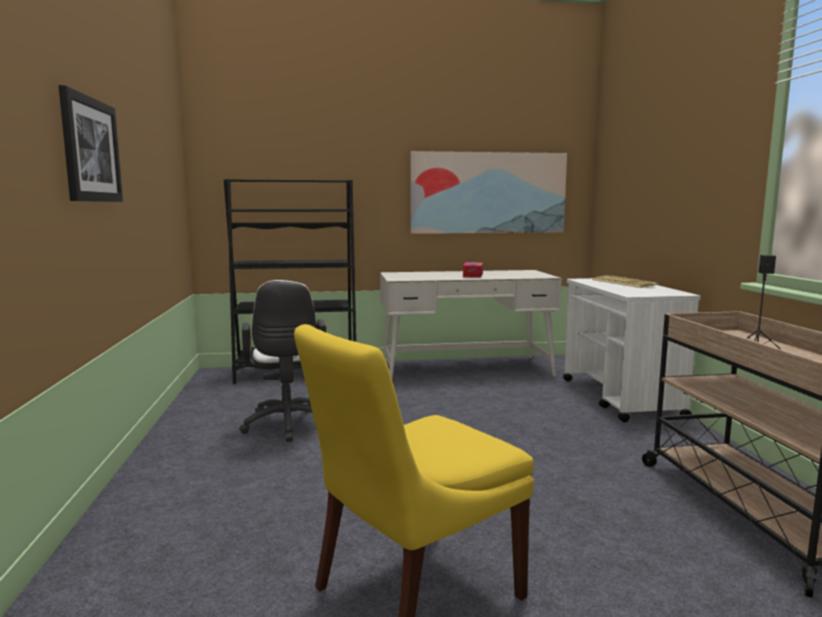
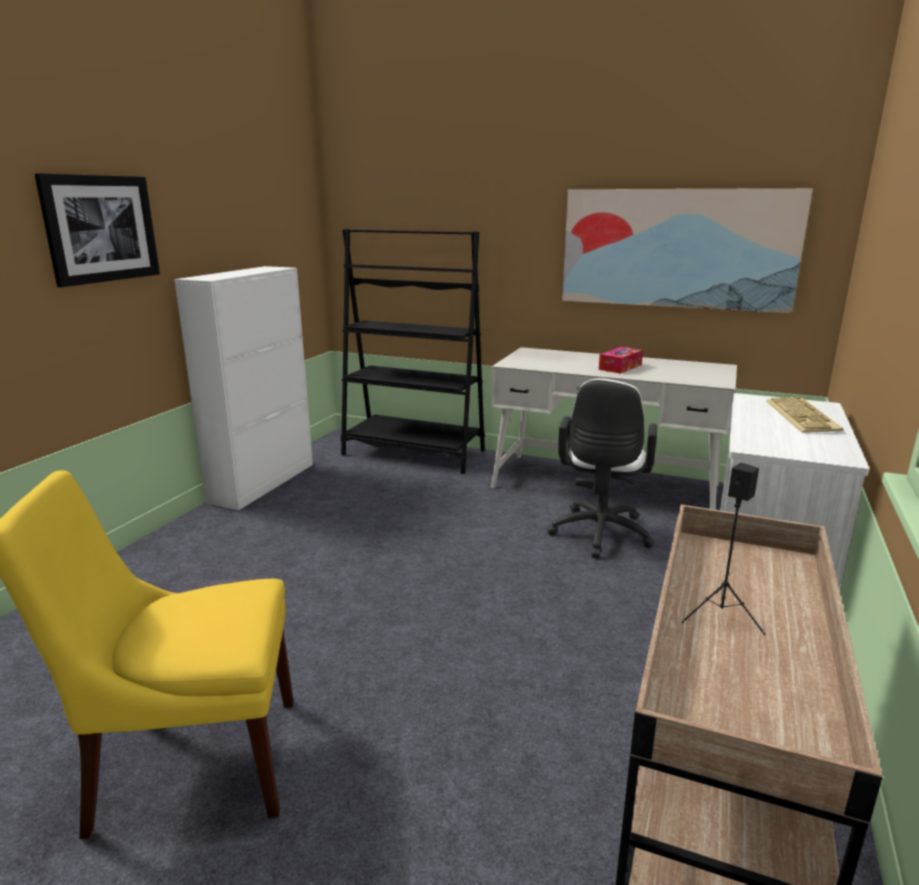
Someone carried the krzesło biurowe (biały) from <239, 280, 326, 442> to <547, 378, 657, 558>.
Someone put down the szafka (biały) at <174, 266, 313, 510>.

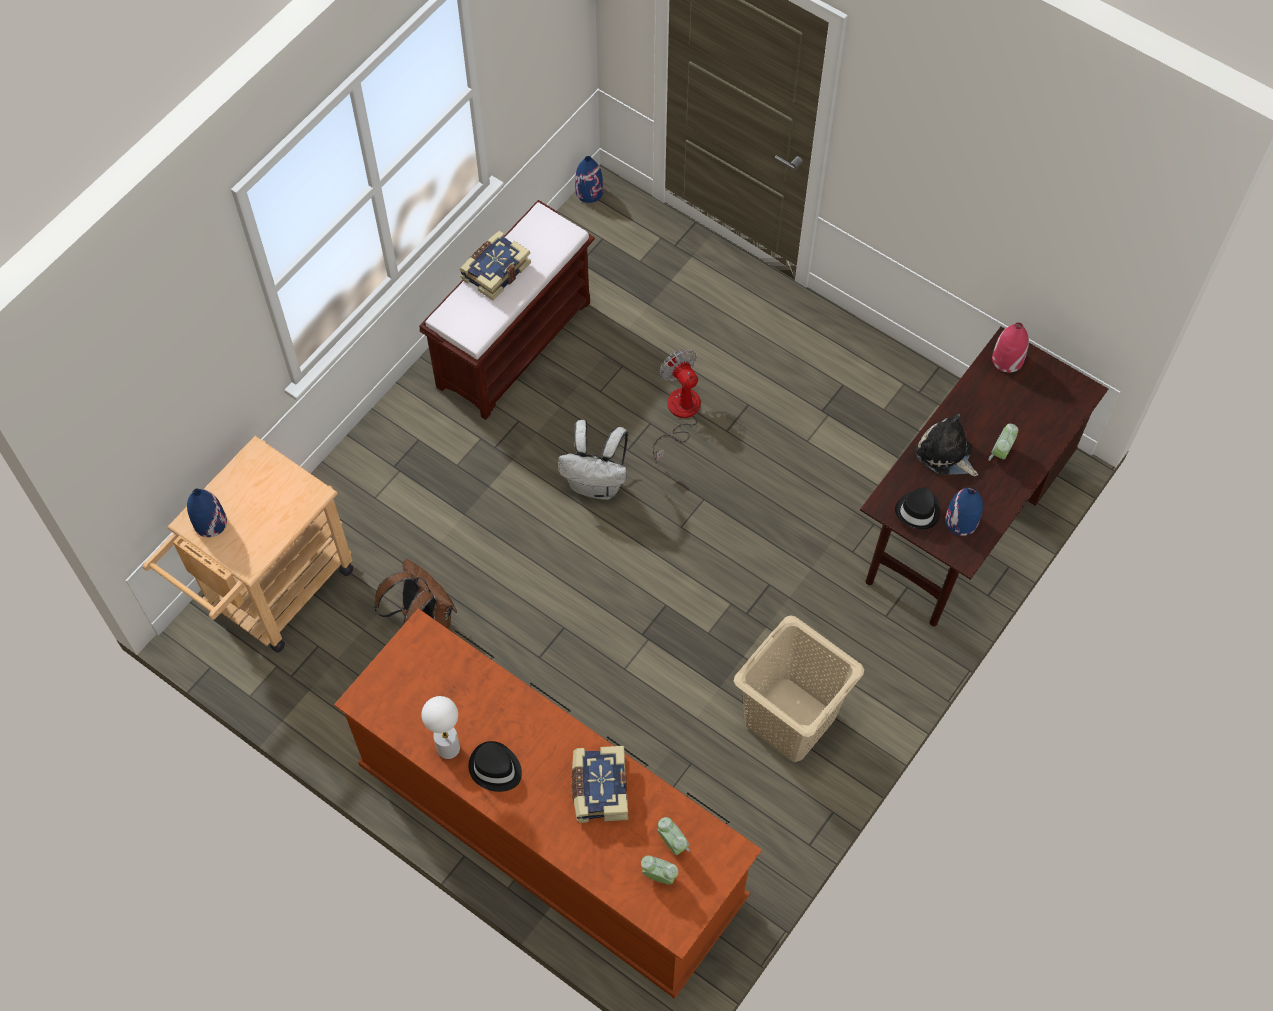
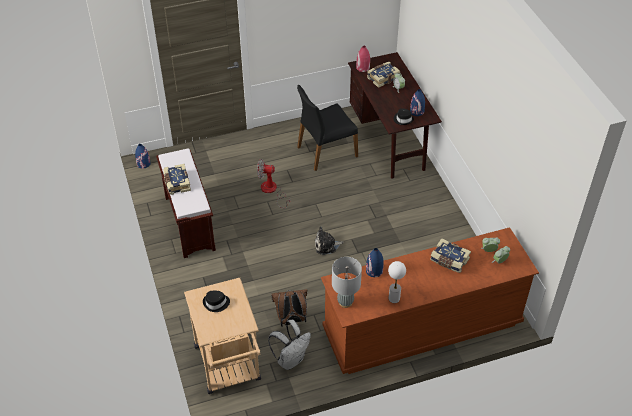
Someone carried the wazon (niebieski) from <187, 489, 227, 537> to <366, 248, 384, 277>.
Someone carried the kapelusz (czarny) from <468, 741, 522, 792> to <203, 291, 230, 312>.
Someone carried the plecak (biały) from <559, 420, 629, 500> to <268, 320, 311, 370>.
Someone took away the kosz na pranie (beżowy) at <734, 615, 864, 762>.
Someone carried the pluszak from <915, 413, 978, 476> to <315, 227, 344, 255>.
Someone put down the krzesło (czarny) at <297, 85, 358, 171>.
Someone put down the lampa stołowa (szary) at <332, 257, 362, 308>.
Someone put down the książka at <367, 62, 400, 88>.

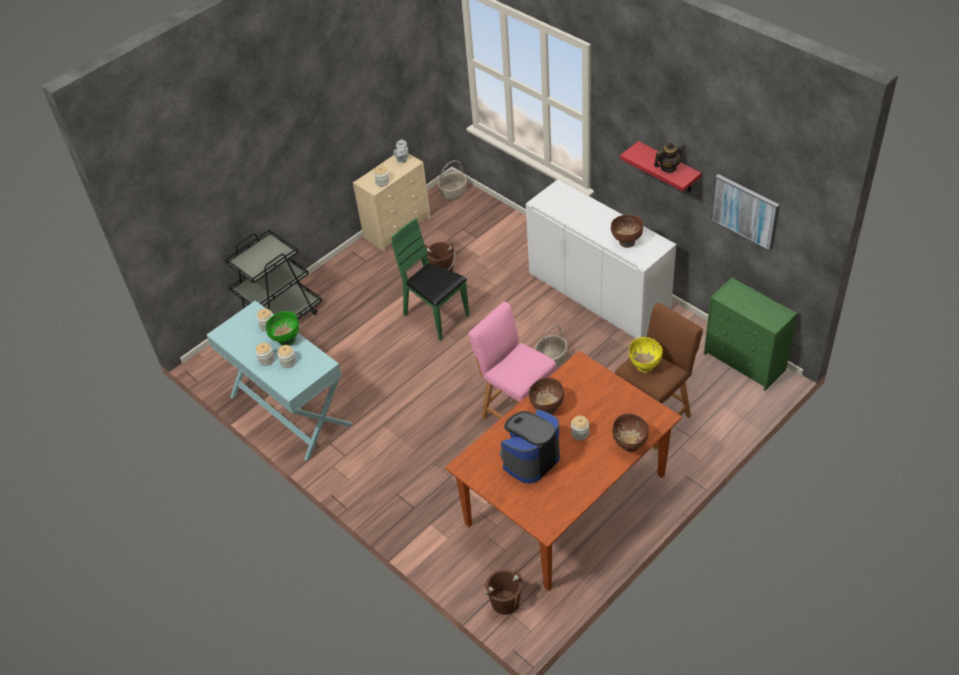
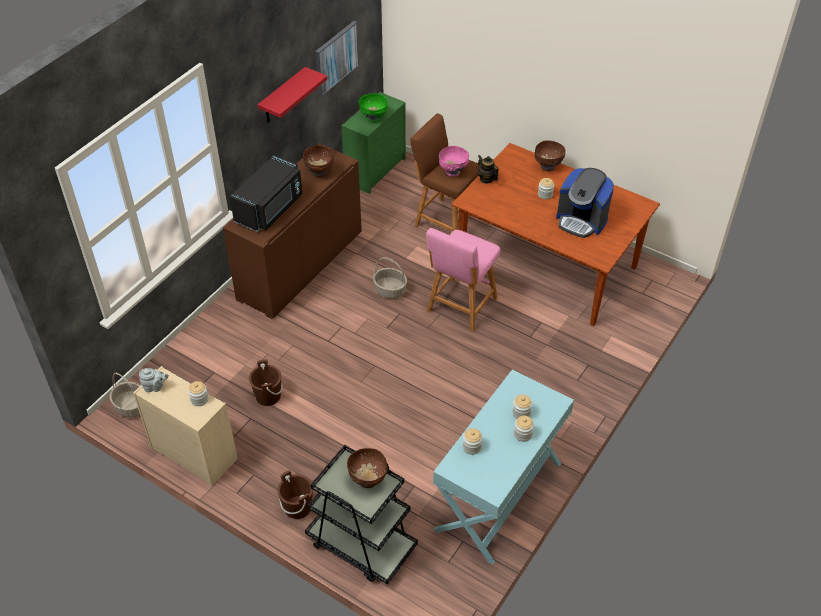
Someone carried the miska (zielony) from <265, 311, 299, 345> to <359, 93, 388, 123>.
Someone took away the krzesło (zielony) at <391, 218, 470, 341>.
Someone carried the wiadro (brązowy) from <484, 569, 522, 615> to <277, 470, 313, 519>.
Someone repainted the szafka (biały) at <526, 179, 676, 339>, which became the szafka (brązowy) at <223, 143, 362, 319>.
Someone carried the miska (brązowy) from <529, 378, 564, 414> to <347, 448, 387, 488>.
Someone repainted the miska (żółty) at <629, 337, 663, 373>, which became the miska (różowy) at <439, 146, 469, 177>.
Someone carried the imbryk from <654, 142, 685, 173> to <478, 155, 499, 184>.
Someone put down the mikrofalówka (czarny) at <230, 155, 302, 232>.

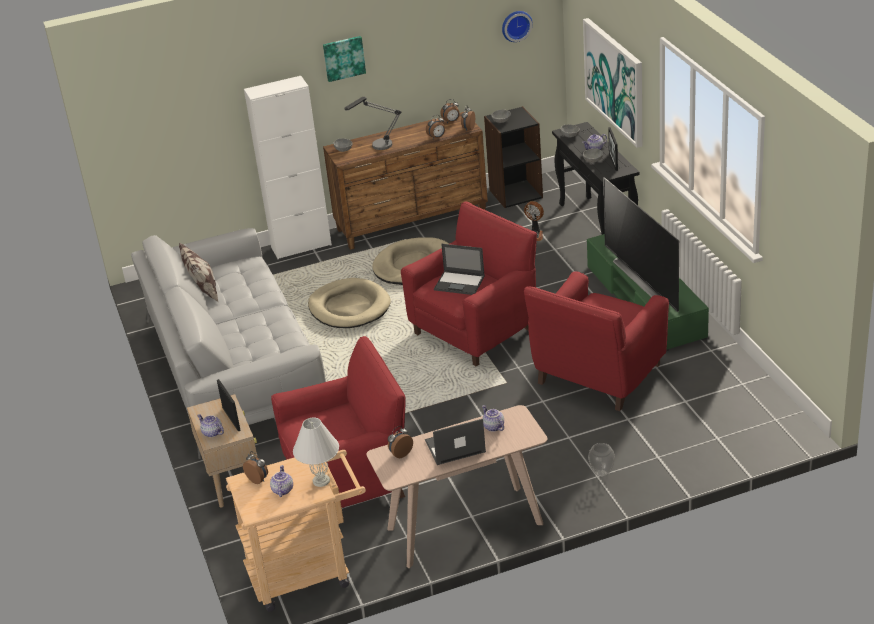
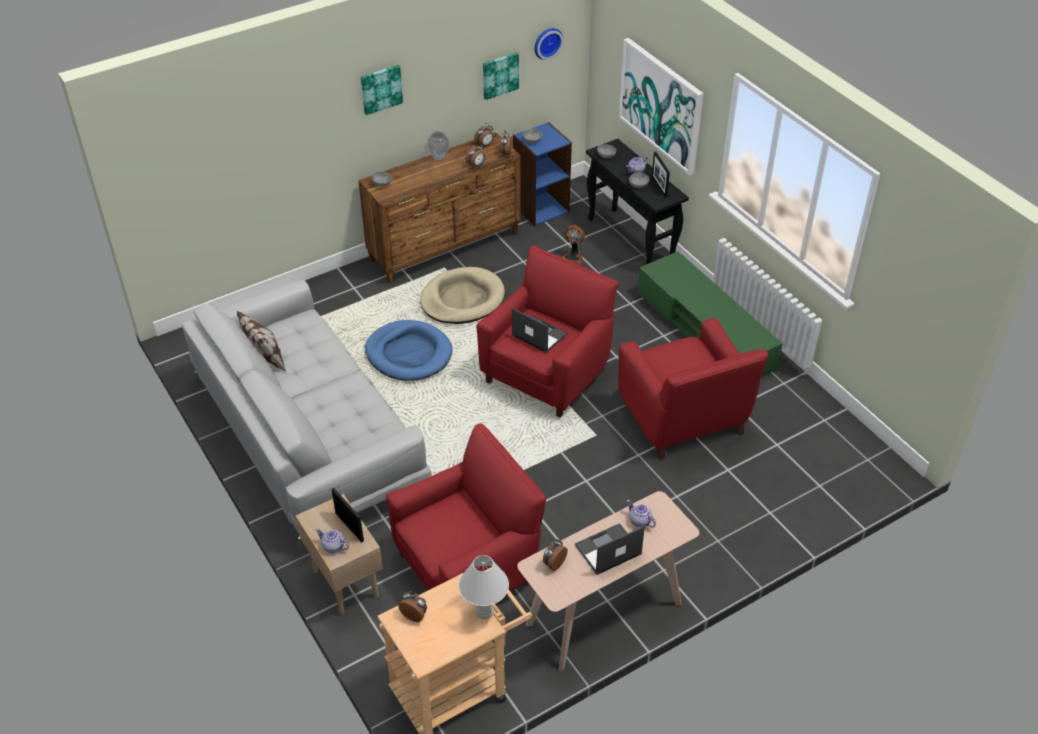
Someone took away the szafka (biały) at <244, 76, 332, 259>.
Someone took away the imbryk at <270, 465, 293, 497>.
Someone repainted the legowisko (beżowy) at <308, 278, 391, 328>, which became the legowisko (niebieski) at <365, 320, 453, 381>.
Someone took away the lampa stołowa at <344, 97, 401, 150>.
Someone rotated the laptop at <434, 244, 485, 295> by 150 degrees counterclockwise.
Someone repainted the regał (czarny) at <484, 106, 543, 208>, which became the regał (niebieski) at <512, 122, 572, 226>.
Someone rotated the fotel (czerwony) at <524, 271, 669, 411> by 45 degrees counterclockwise.
Someone carried the wazon from <588, 443, 615, 477> to <427, 131, 449, 161>.
Someone took away the telewizor at <603, 177, 679, 312>.
Someone put up the obraz at <483, 53, 519, 100>.

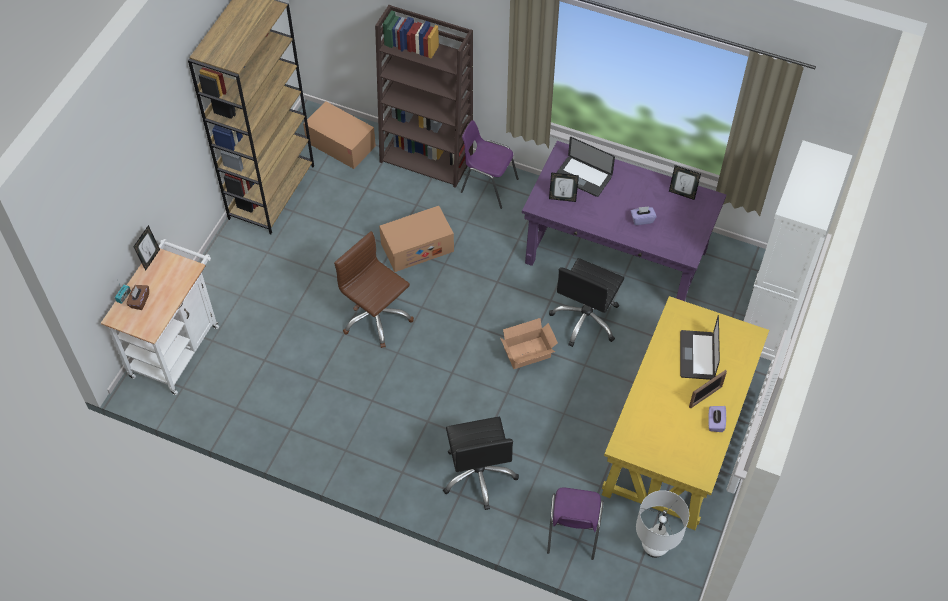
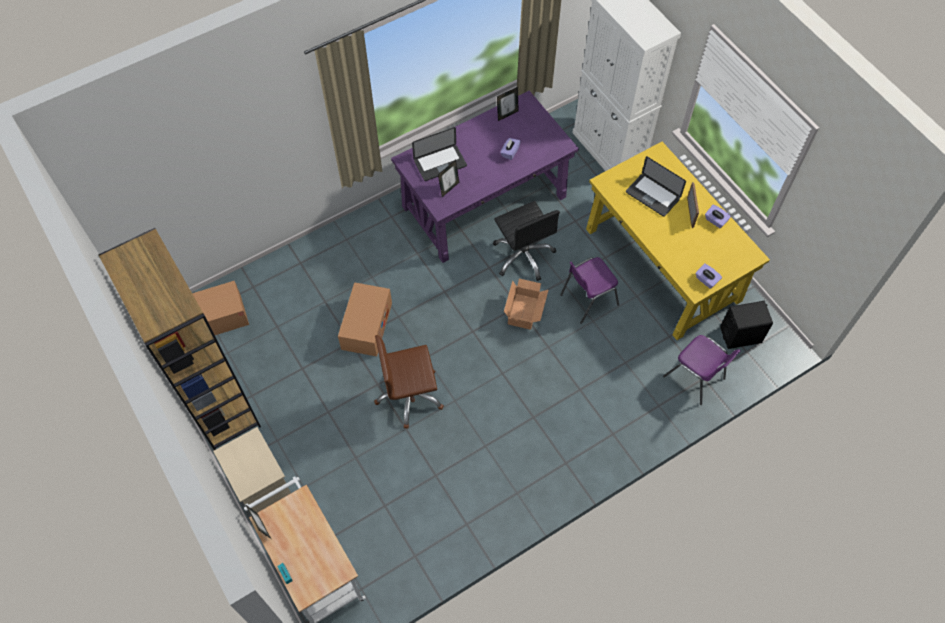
Someone took away the pudełko chusteczek (brązowy) at <126, 285, 149, 310>.
Someone took away the regał (brązowy) at <375, 5, 473, 188>.
Someone took away the krzesło biurowe (czarny) at <443, 417, 519, 510>.
Someone carried the krzesło (fioletowy) from <461, 120, 519, 209> to <560, 257, 619, 324>.
Someone swapped the lampa stołowa (biały) at <636, 490, 689, 558> for the głośnik (czarny) at <720, 301, 773, 349>.
Someone put down the szafka nocna (beżowy) at <213, 427, 291, 513>.
Someone put down the pudełko chusteczek (fioletowy) at <695, 263, 722, 289>.

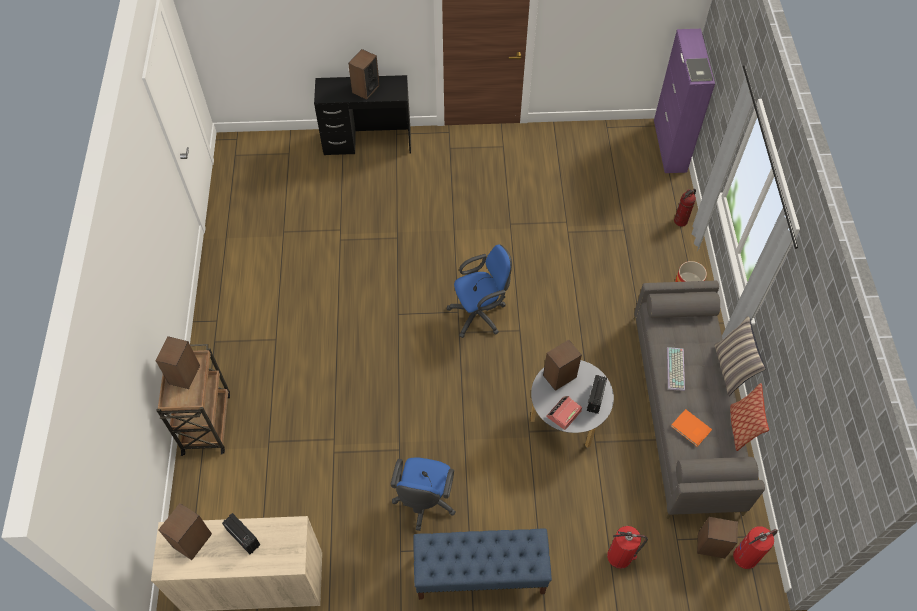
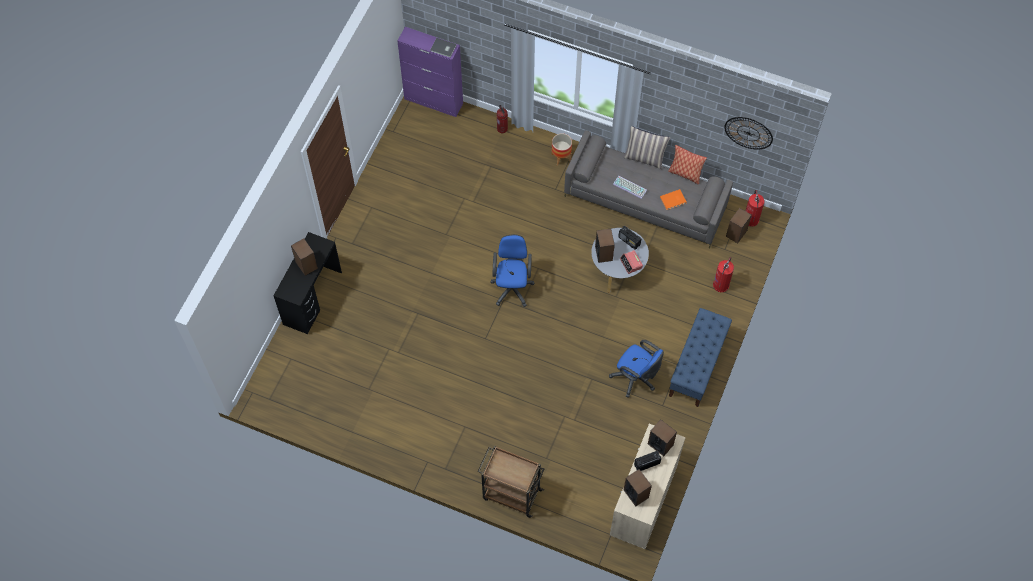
Someone carried the głośnik from <155, 336, 200, 389> to <648, 419, 677, 456>.
Someone put up the zegar ścienny at <724, 117, 773, 150>.

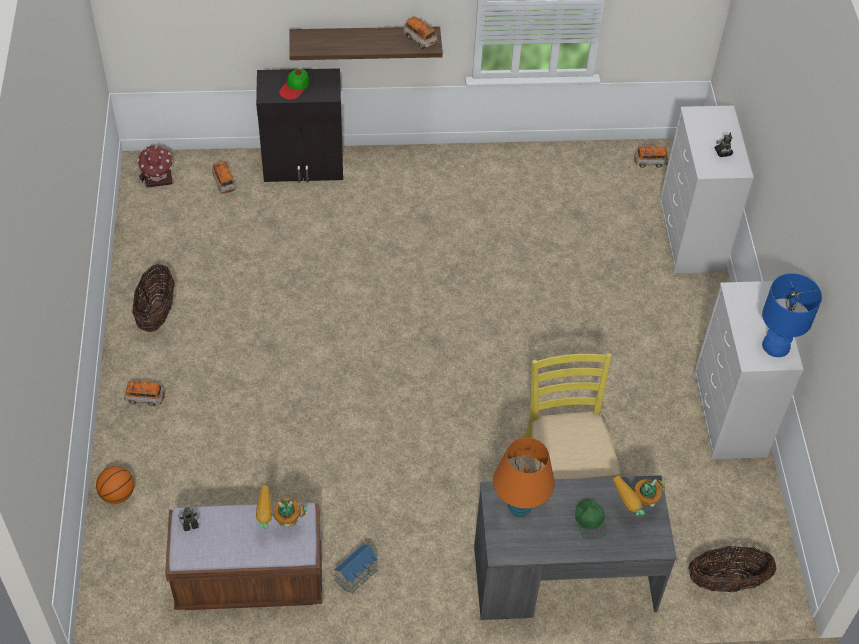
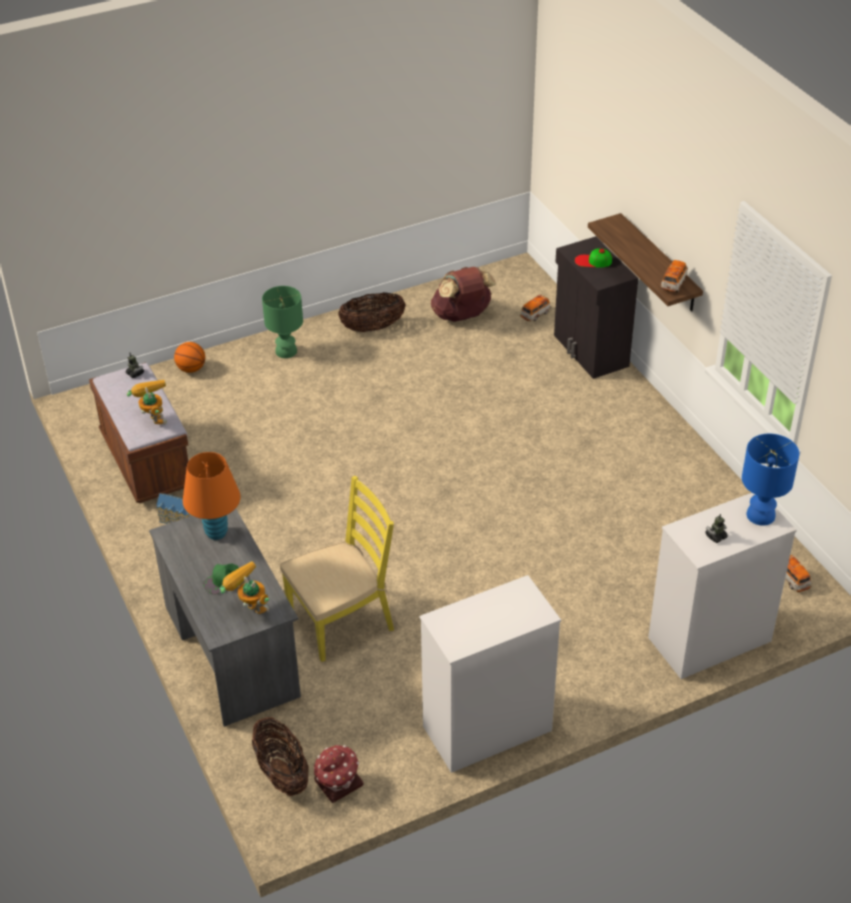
Someone swapped the samochodzik at <124, 380, 165, 406> for the lampa stołowa (zielony) at <262, 286, 303, 358>.
Someone carried the domek from <137, 145, 173, 188> to <314, 745, 363, 803>.
Someone carried the lampa stołowa (niebieski) from <762, 273, 822, 357> to <742, 434, 799, 526>.
Someone put down the plecak (brązowy) at <431, 267, 496, 322>.

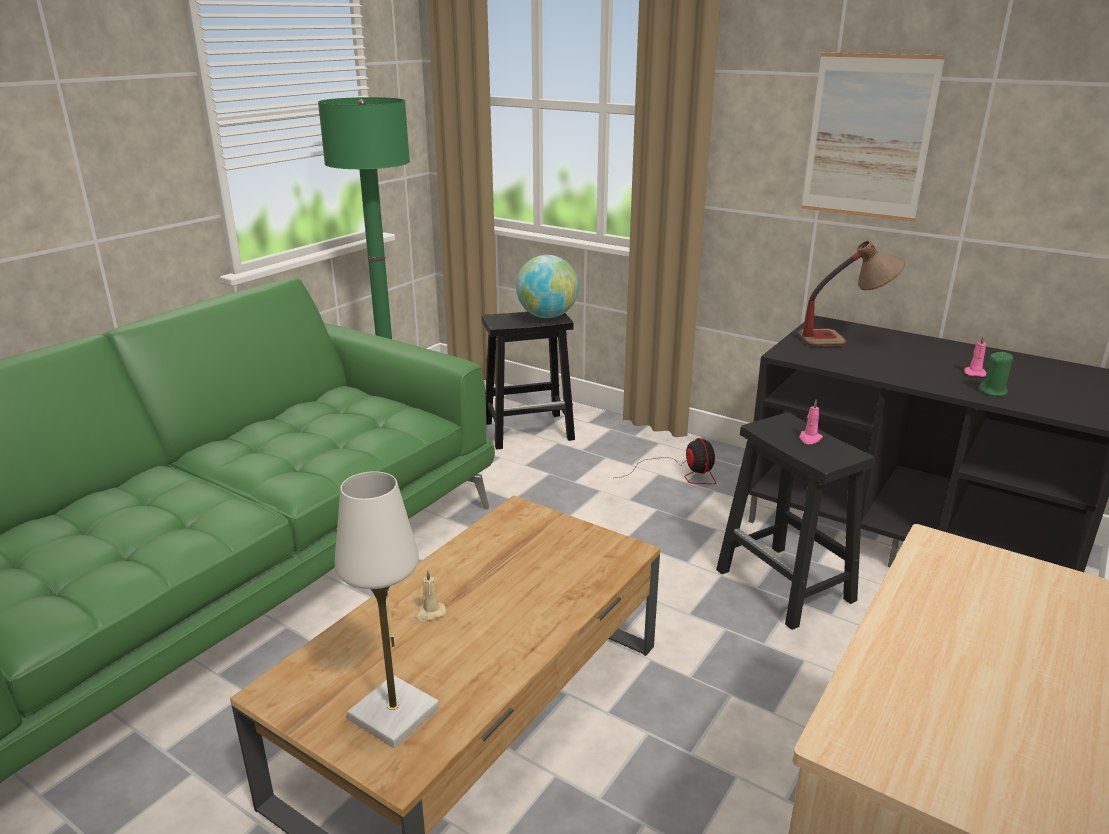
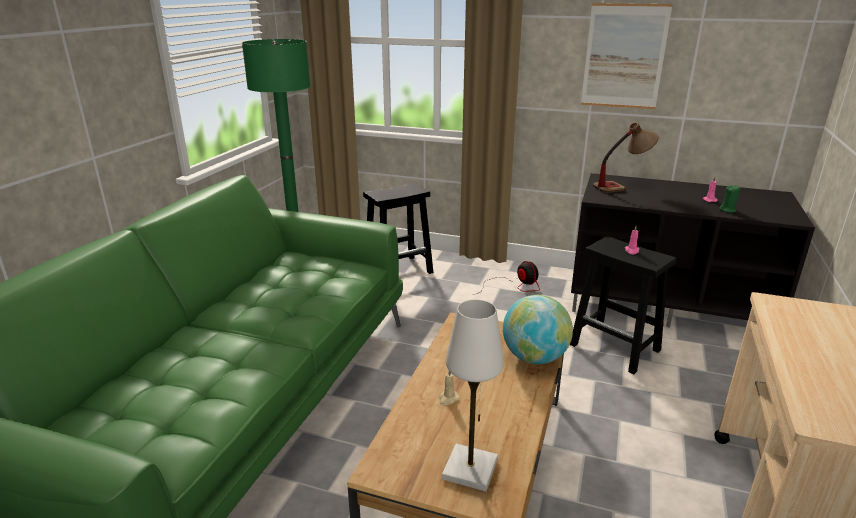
Someone carried the globus from <516, 255, 579, 318> to <503, 295, 573, 364>.

